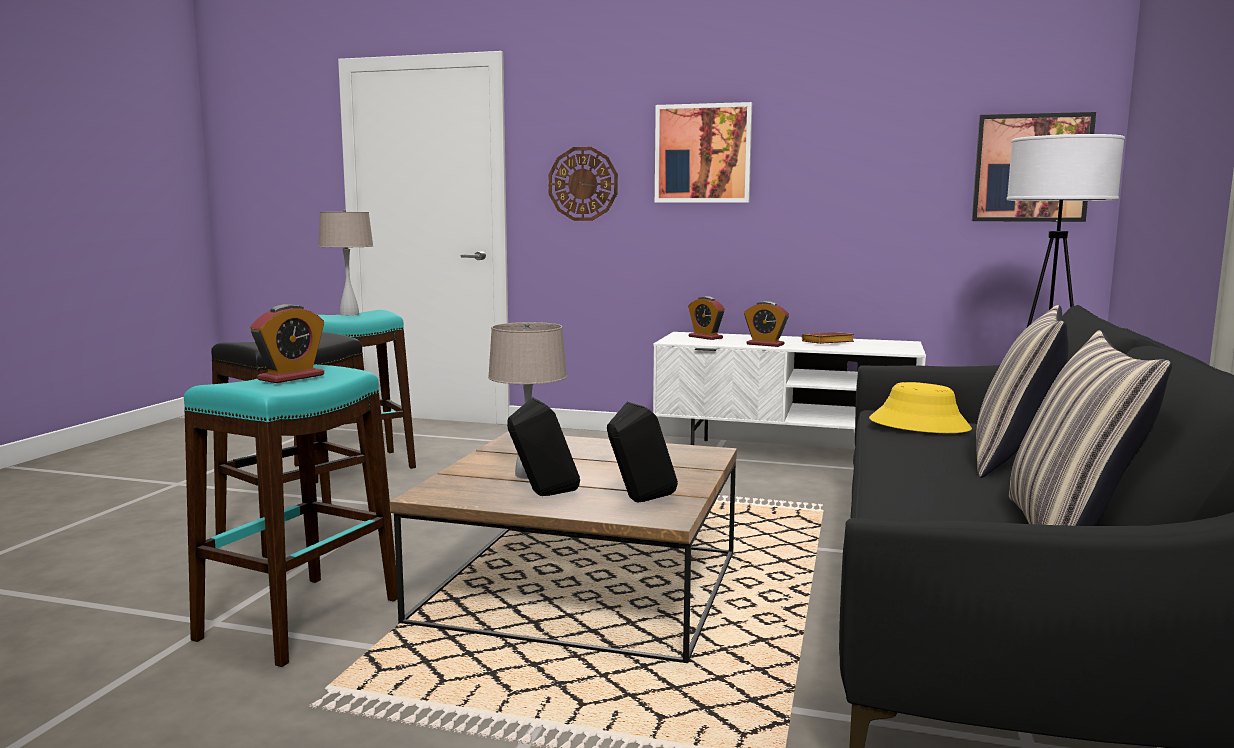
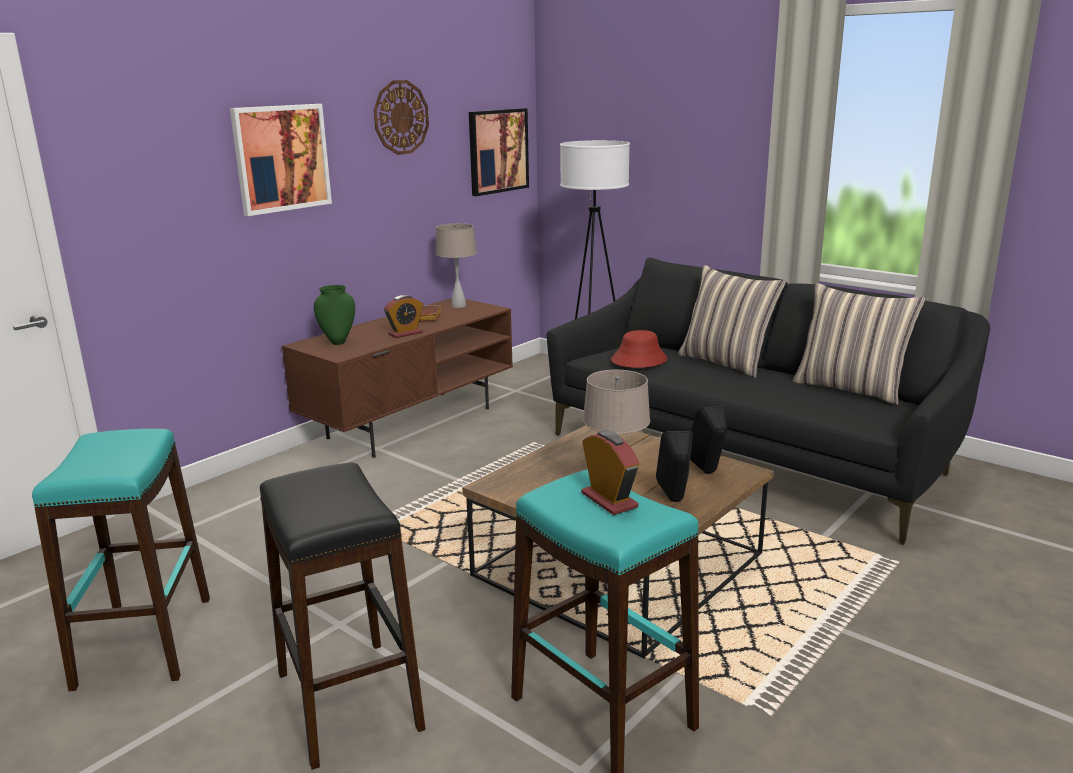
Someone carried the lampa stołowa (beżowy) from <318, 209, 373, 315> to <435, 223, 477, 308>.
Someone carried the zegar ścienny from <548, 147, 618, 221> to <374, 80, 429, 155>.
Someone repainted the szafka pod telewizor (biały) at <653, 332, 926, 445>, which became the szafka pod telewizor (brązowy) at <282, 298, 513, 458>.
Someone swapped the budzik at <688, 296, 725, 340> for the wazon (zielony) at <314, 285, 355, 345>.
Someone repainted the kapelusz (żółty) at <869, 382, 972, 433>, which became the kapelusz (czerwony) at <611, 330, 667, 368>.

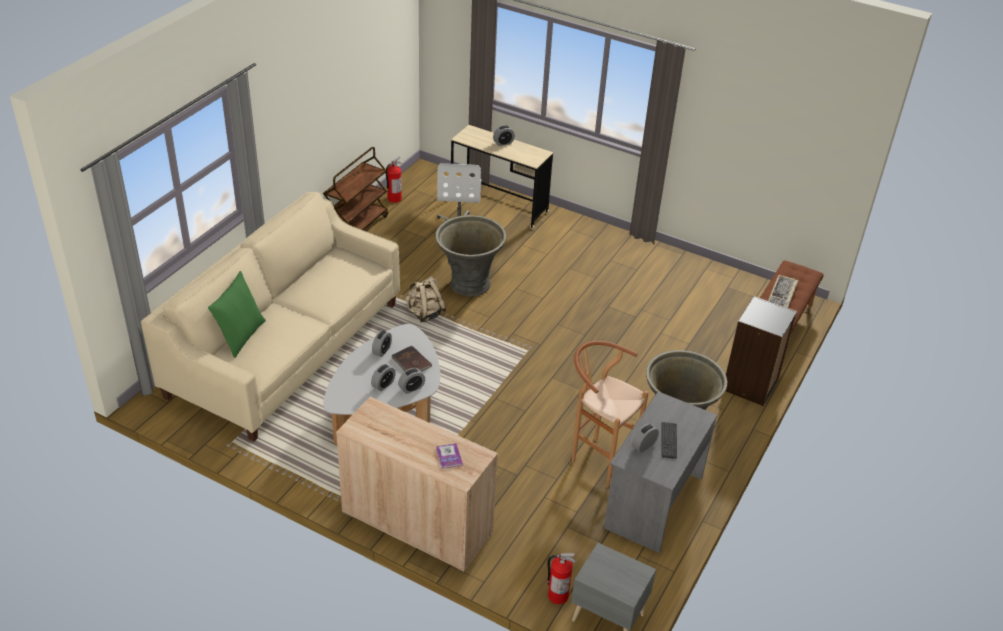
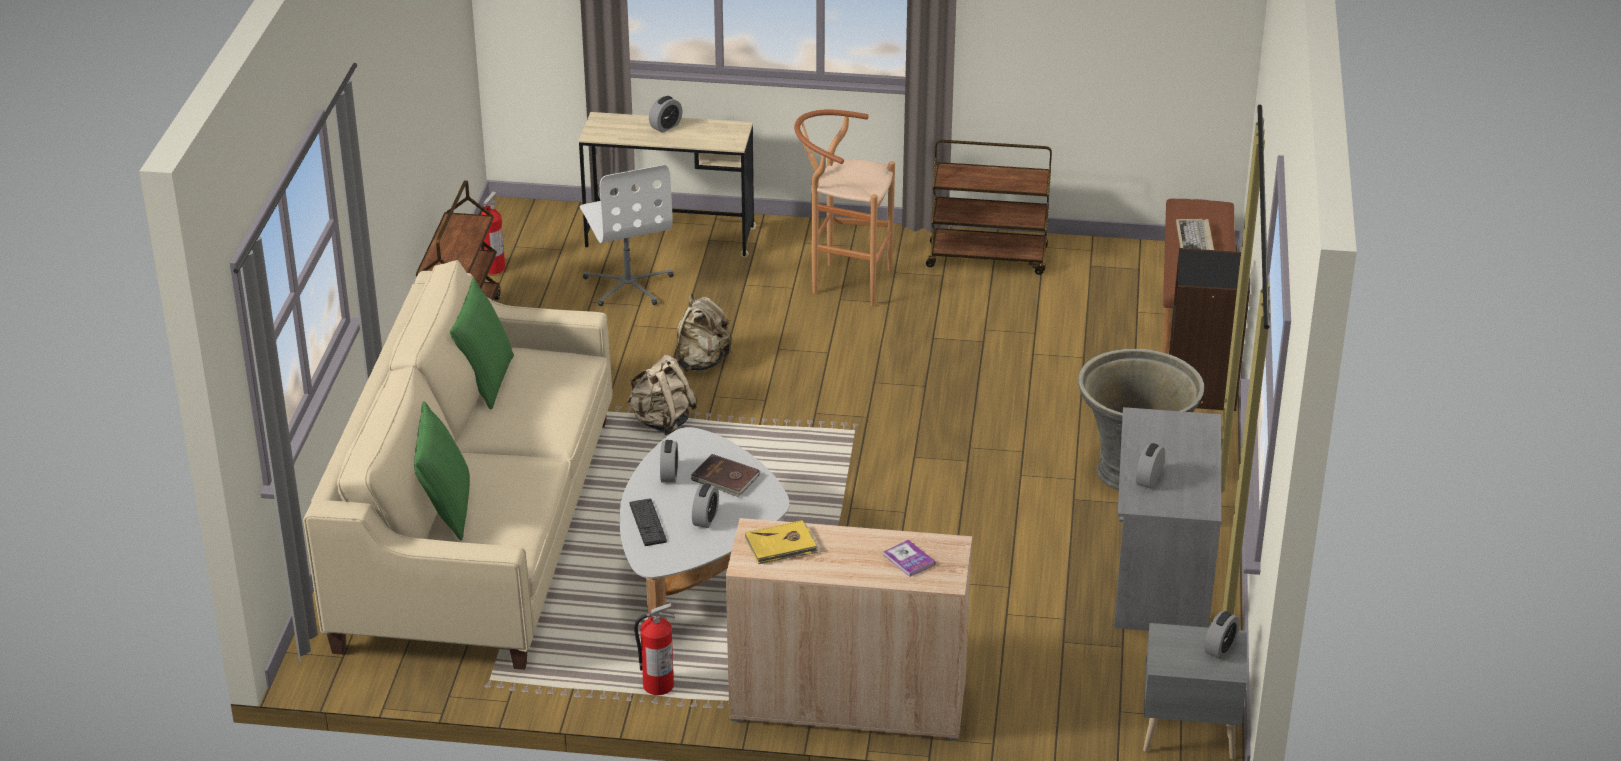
Someone carried the budzik from <398, 368, 425, 394> to <1204, 611, 1240, 659>.
Someone swapped the donica (szary) at <436, 215, 506, 297> for the plecak (beżowy) at <674, 294, 732, 371>.
Someone carried the gaśnica from <547, 553, 576, 604> to <634, 603, 675, 695>.
Someone carried the stołek (brązowy) from <572, 341, 648, 487> to <794, 109, 895, 306>.
Someone carried the klawiatura from <662, 422, 677, 459> to <630, 498, 667, 546>.
Someone put down the poduszka (zielony) at <450, 278, 514, 410>.
Someone put down the książka (żółty) at <745, 520, 819, 564>.
Someone put down the wózek (brązowy) at <926, 140, 1052, 275>.

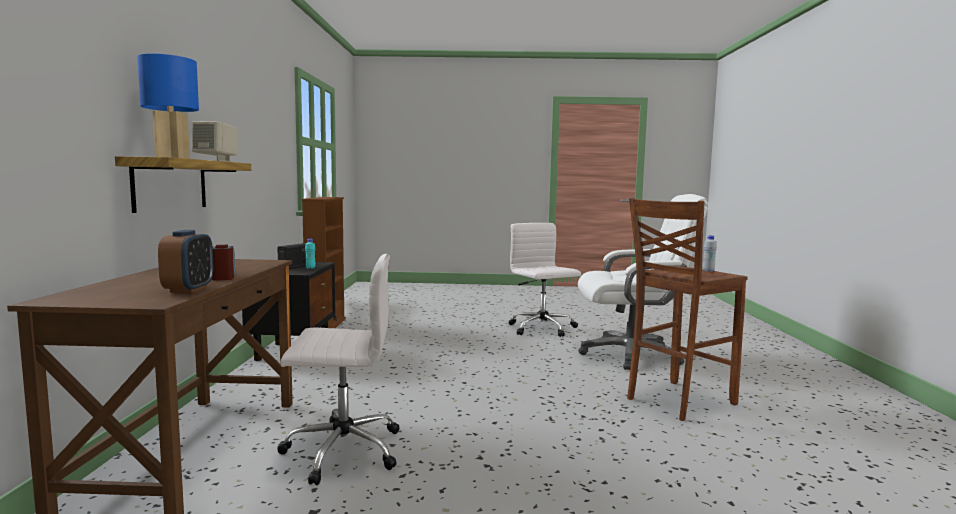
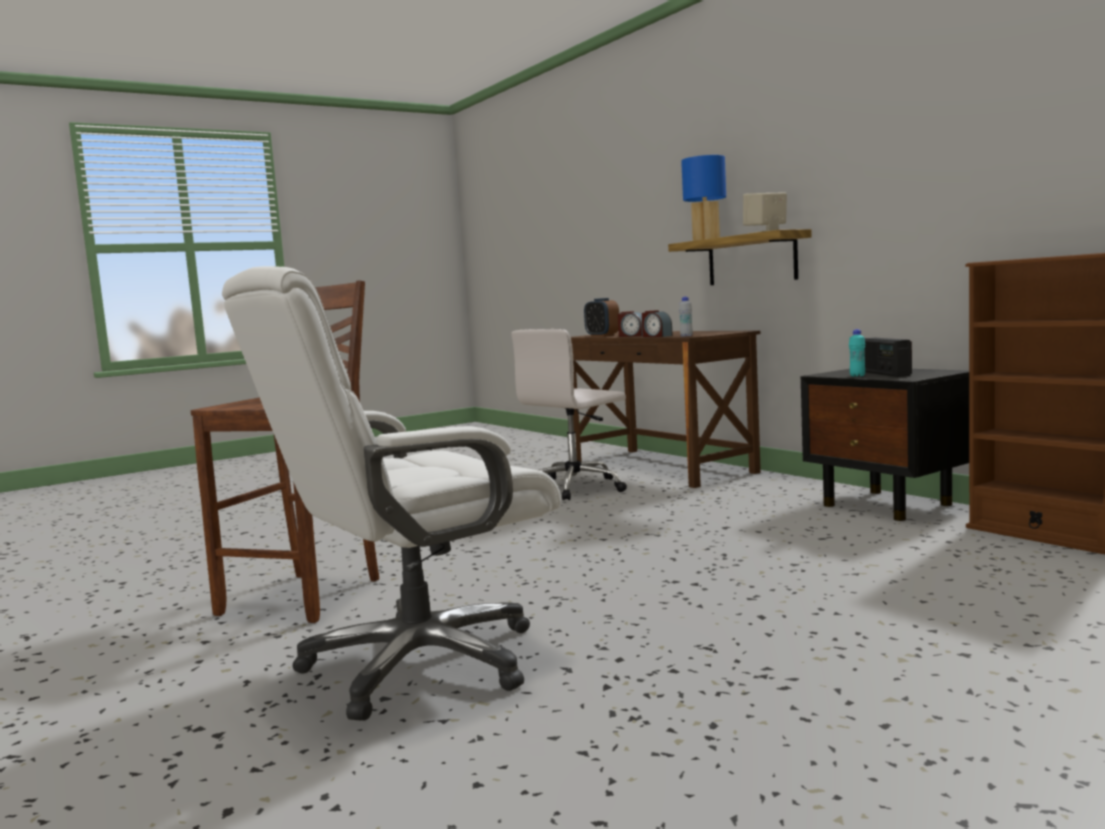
Someone took away the krzesło biurowe (biały) at <509, 223, 581, 337>.
Someone carried the butelka (biały) from <703, 235, 717, 272> to <679, 297, 693, 337>.
Someone put down the budzik at <642, 310, 673, 337>.

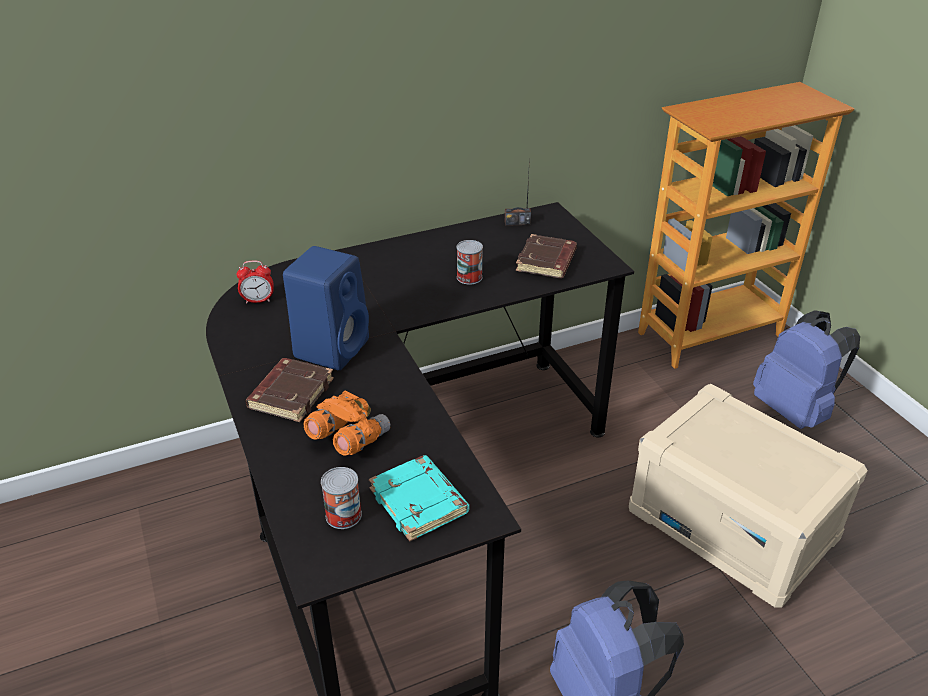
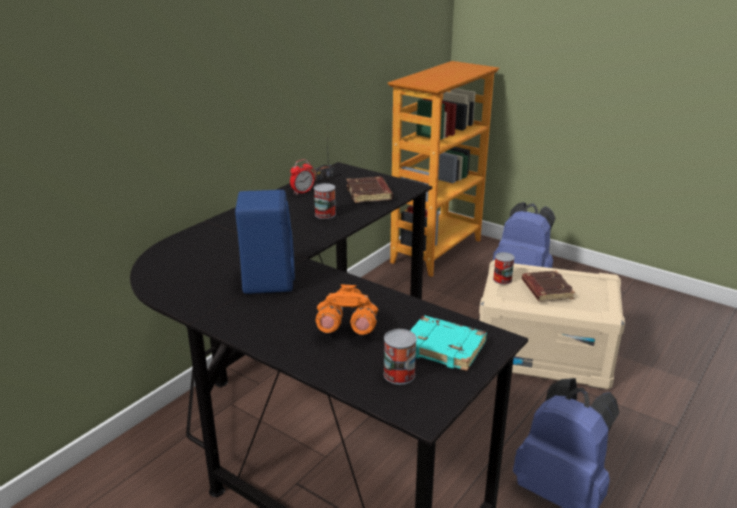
Someone carried the budzik from <236, 261, 274, 304> to <290, 159, 314, 195>.
Someone carried the książka (brązowy) from <246, 358, 334, 422> to <522, 271, 575, 302>.
Someone put down the puszka at <493, 252, 515, 284>.

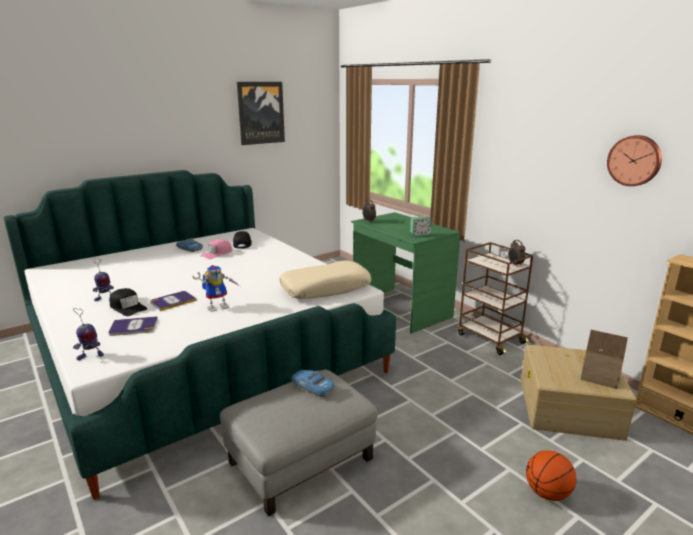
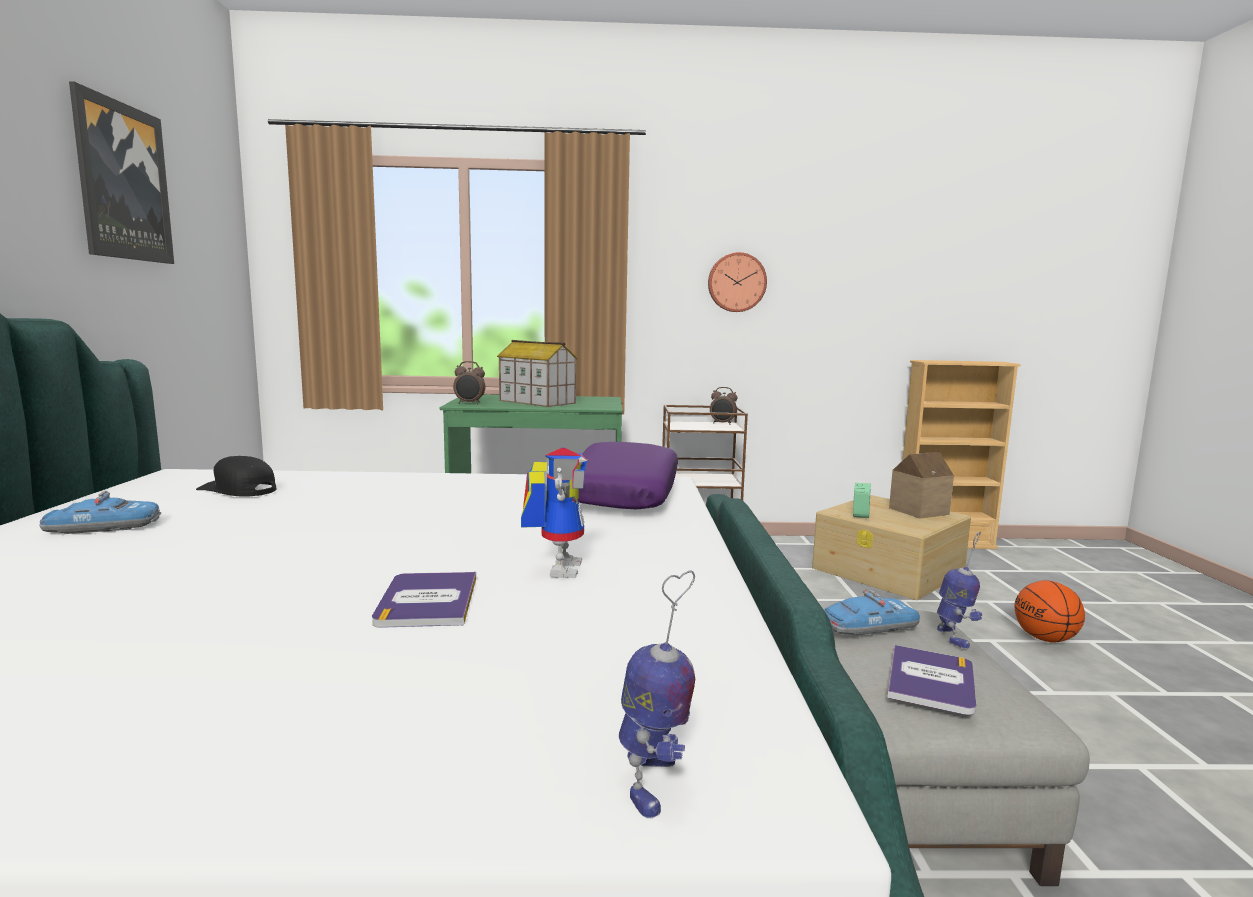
Someone carried the robot zabawkowy from <92, 258, 114, 301> to <937, 531, 982, 649>.
Someone carried the książka from <108, 316, 158, 336> to <887, 645, 976, 715>.
Someone took away the czapka z daszkiem (czarny) at <109, 288, 148, 316>.
Someone took away the czapka z daszkiem (różowy) at <201, 239, 232, 259>.
Someone repainted the poduszka (beżowy) at <279, 260, 372, 299>, which became the poduszka (fioletowy) at <578, 442, 678, 509>.
Someone carried the budzik from <410, 216, 432, 236> to <853, 483, 871, 518>.
Someone carried the zegar ścienny from <607, 135, 662, 186> to <708, 252, 767, 312>.
Someone put down the domek at <497, 340, 578, 407>.

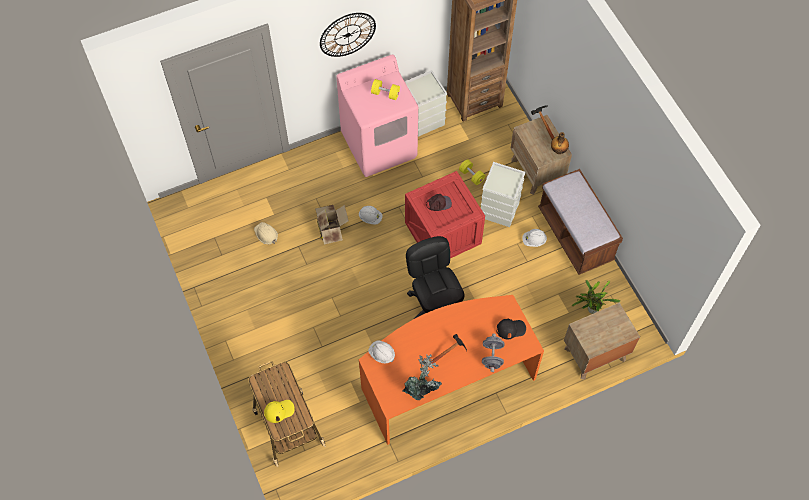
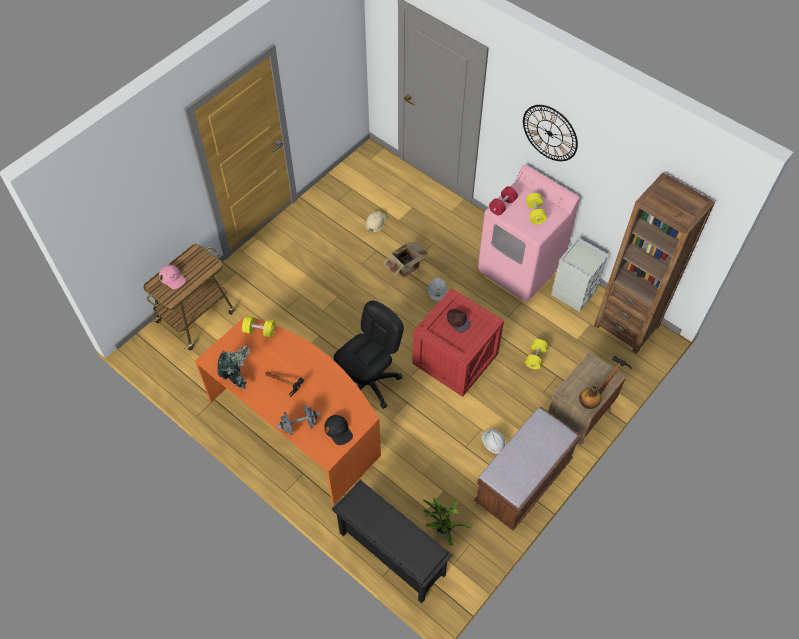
Someone repainted the czapka z daszkiem (żółty) at <264, 400, 295, 423>, which became the czapka z daszkiem (różowy) at <159, 265, 186, 289>.
Someone swapped the kask (biały) at <368, 340, 395, 363> for the hantel (żółty) at <242, 316, 275, 337>.
Someone took away the pojemnik do przechowywania (szary) at <481, 162, 525, 227>.
Someone swapped the szafka nocna (brązowy) at <564, 302, 640, 379> for the regał na buty (czarny) at <332, 480, 452, 603>.
Someone put down the hantel (czerwony) at <489, 186, 518, 216>.

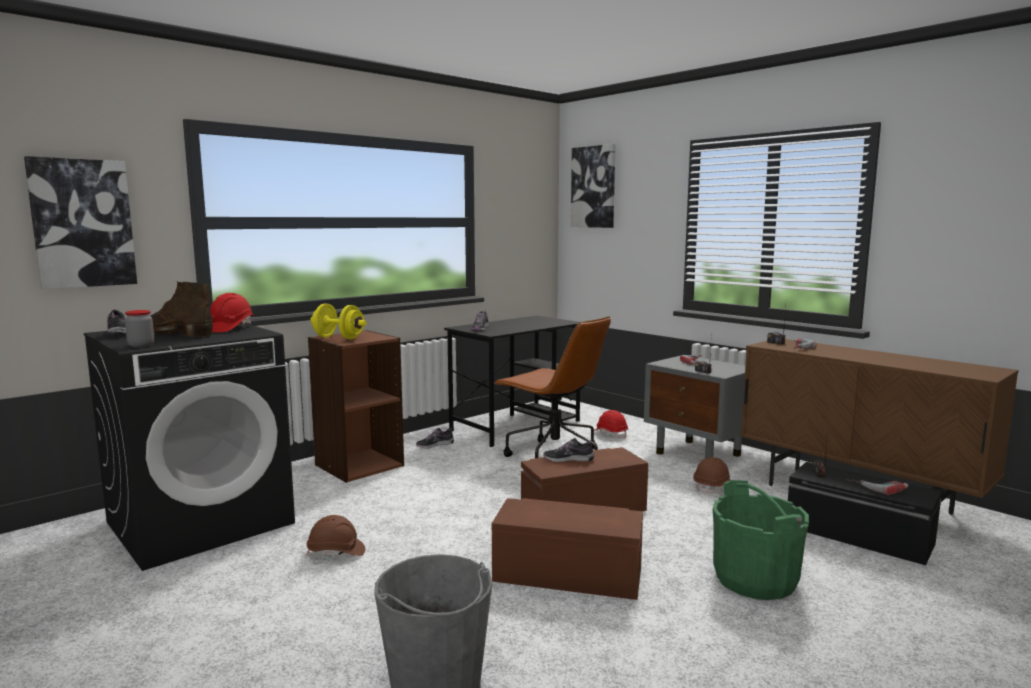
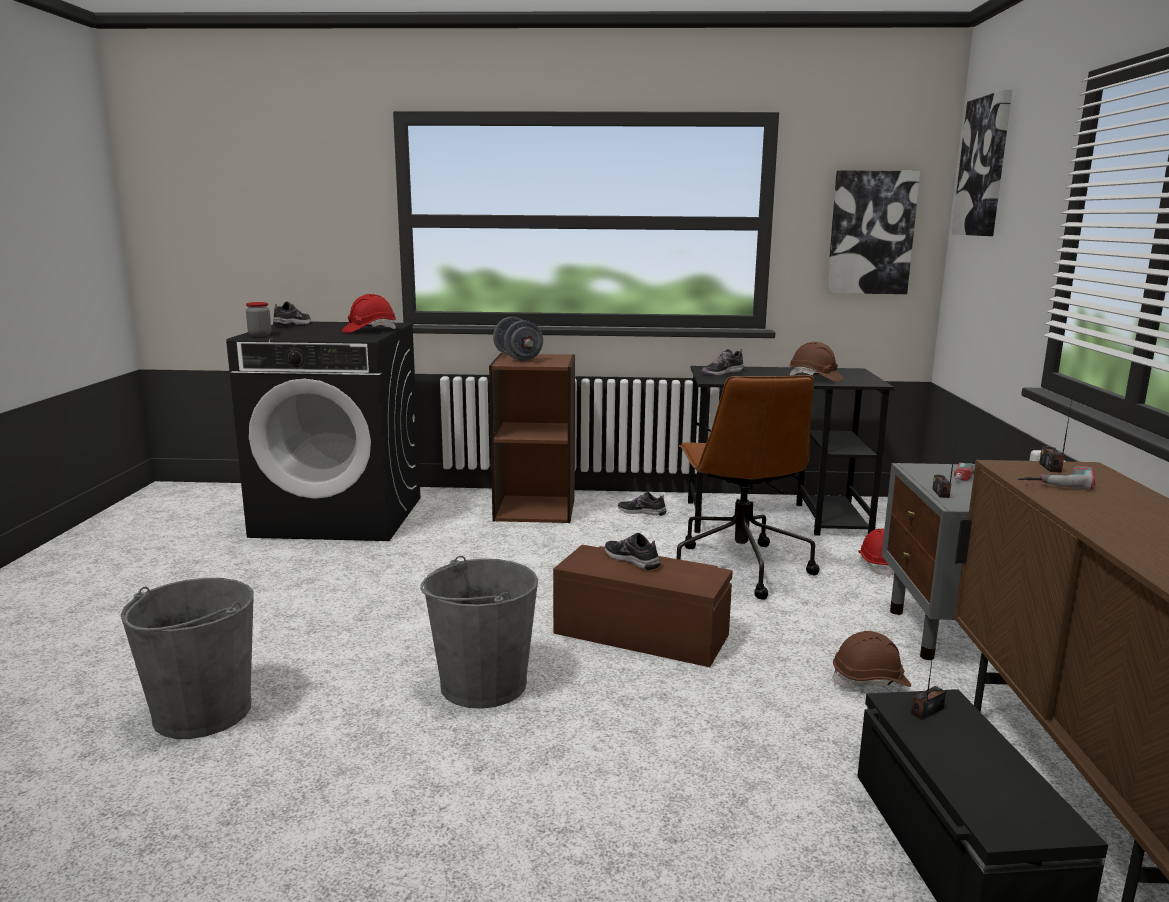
Someone carried the obraz from <24, 156, 137, 289> to <827, 170, 920, 294>.
Someone took away the but z cholewką (brązowy) at <150, 281, 213, 337>.
Someone carried the kask (brązowy) from <306, 515, 365, 558> to <789, 342, 843, 382>.
Someone repainted the hantel (żółty) at <310, 304, 367, 339>, which became the hantel (szary) at <493, 317, 543, 361>.
Someone swapped the pojemnik do przechowywania (brązowy) at <492, 498, 643, 600> for the wiadro (szary) at <420, 556, 538, 709>.
Someone took away the wiadro (zielony) at <713, 480, 809, 600>.
Someone took away the wiertarka at <845, 479, 908, 495>.

